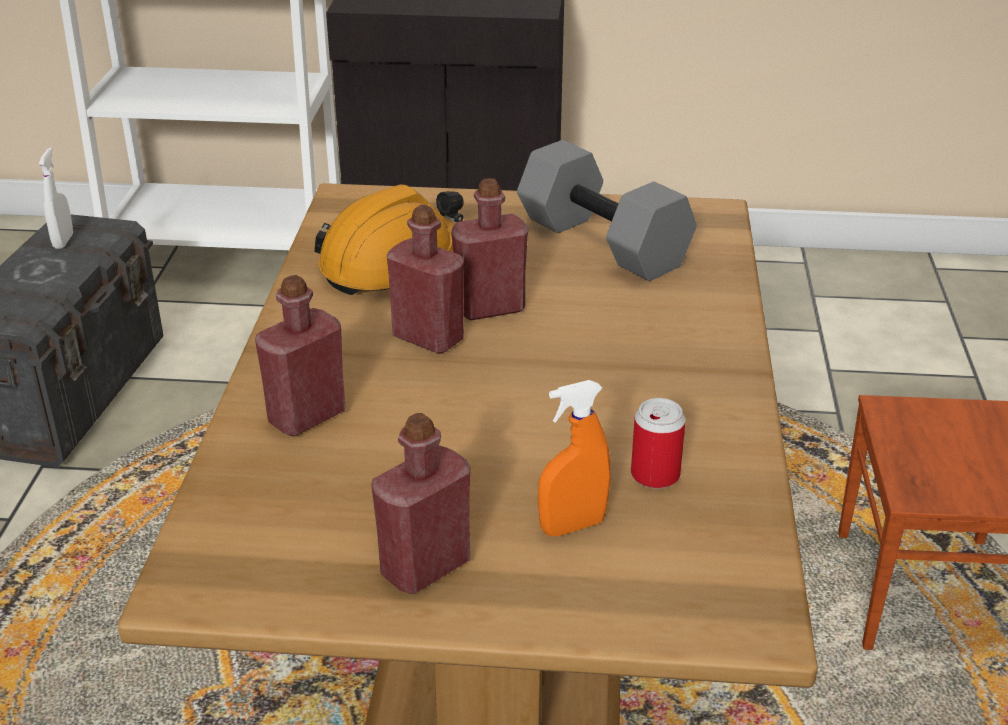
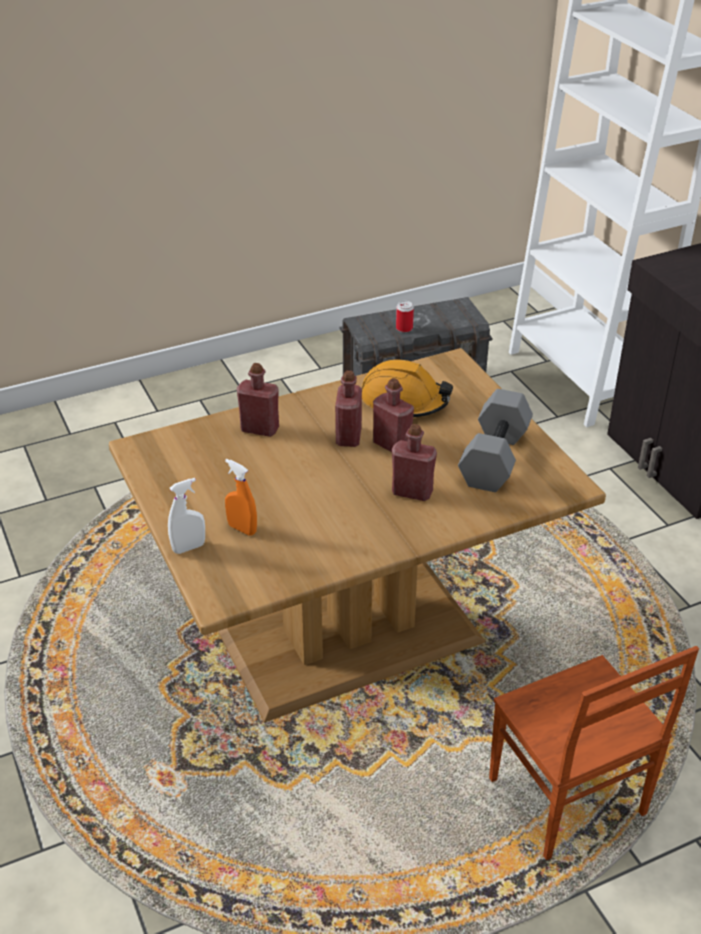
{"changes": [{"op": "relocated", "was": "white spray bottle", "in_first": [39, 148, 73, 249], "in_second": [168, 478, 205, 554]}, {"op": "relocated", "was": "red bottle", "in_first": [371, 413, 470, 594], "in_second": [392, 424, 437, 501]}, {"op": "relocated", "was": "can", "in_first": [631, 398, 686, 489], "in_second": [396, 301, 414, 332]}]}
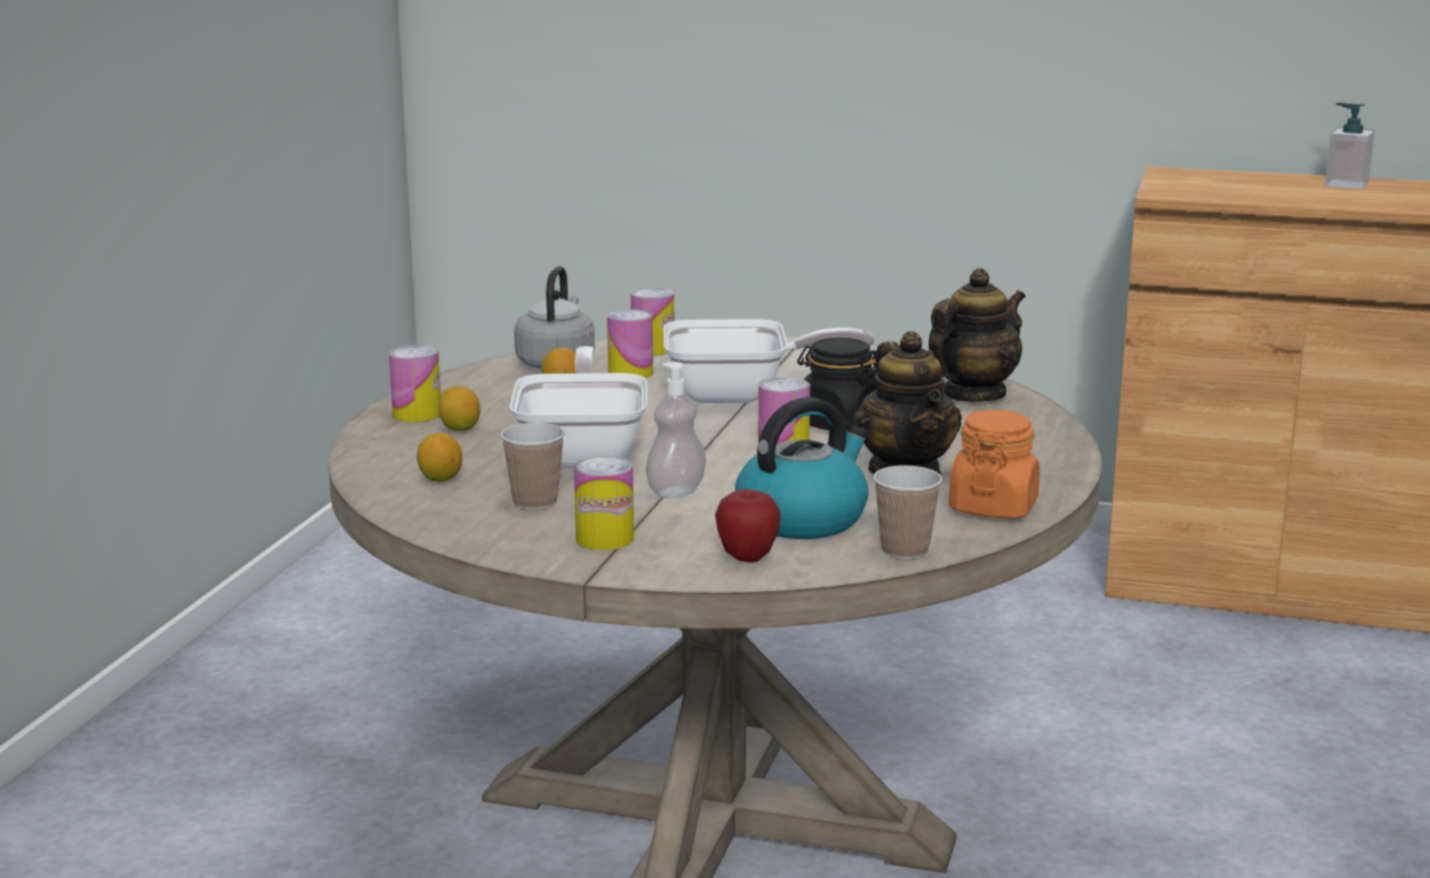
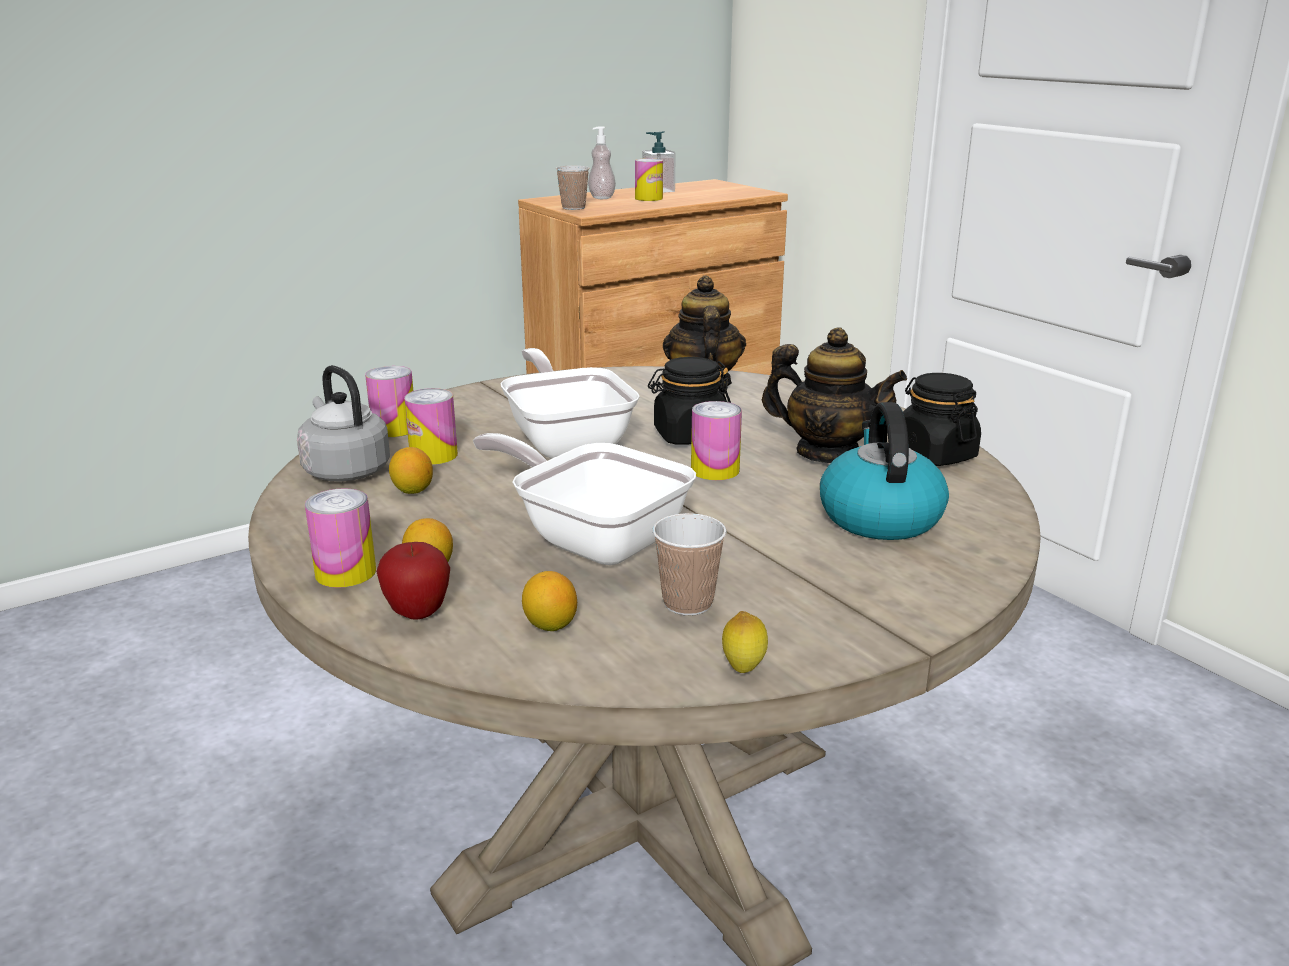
{"changes": [{"op": "relocated", "was": "apple", "in_first": [715, 489, 781, 562], "in_second": [376, 542, 450, 620]}, {"op": "spun", "was": "frying pan", "in_first": [664, 319, 875, 403], "in_second": [500, 348, 640, 459], "clockwise": -60}, {"op": "relocated", "was": "cup", "in_first": [873, 465, 942, 559], "in_second": [556, 166, 590, 210]}, {"op": "relocated", "was": "soap dispenser", "in_first": [645, 362, 707, 498], "in_second": [588, 126, 616, 199]}, {"op": "relocated", "was": "can", "in_first": [574, 456, 634, 550], "in_second": [635, 158, 663, 201]}, {"op": "appeared", "now": "lemon", "in_second": [722, 611, 768, 673]}, {"op": "colour", "was": "orange jar", "now": "black jar", "in_first": [949, 410, 1040, 519], "in_second": [903, 373, 981, 466]}]}
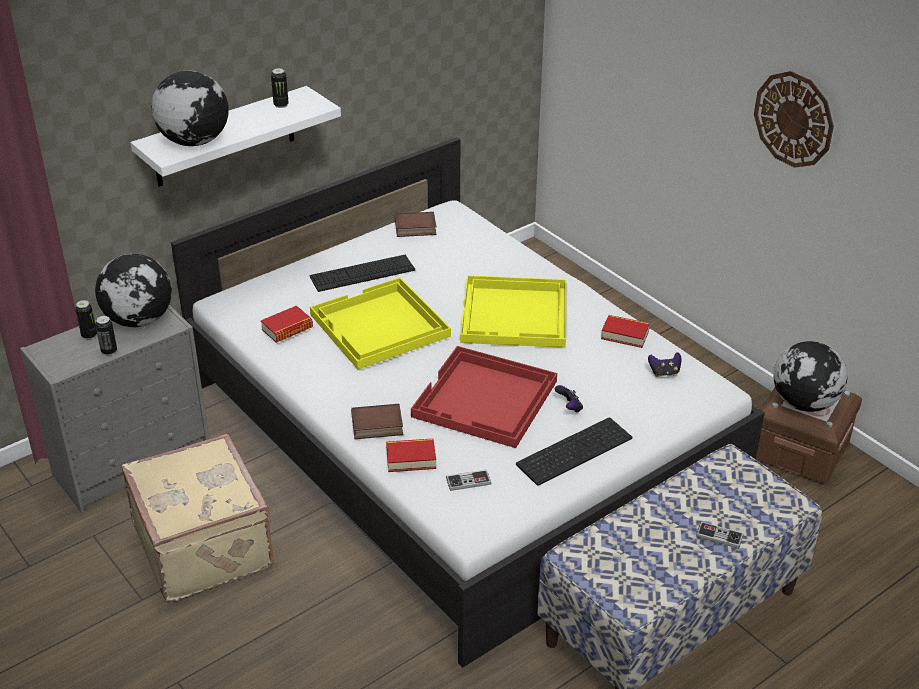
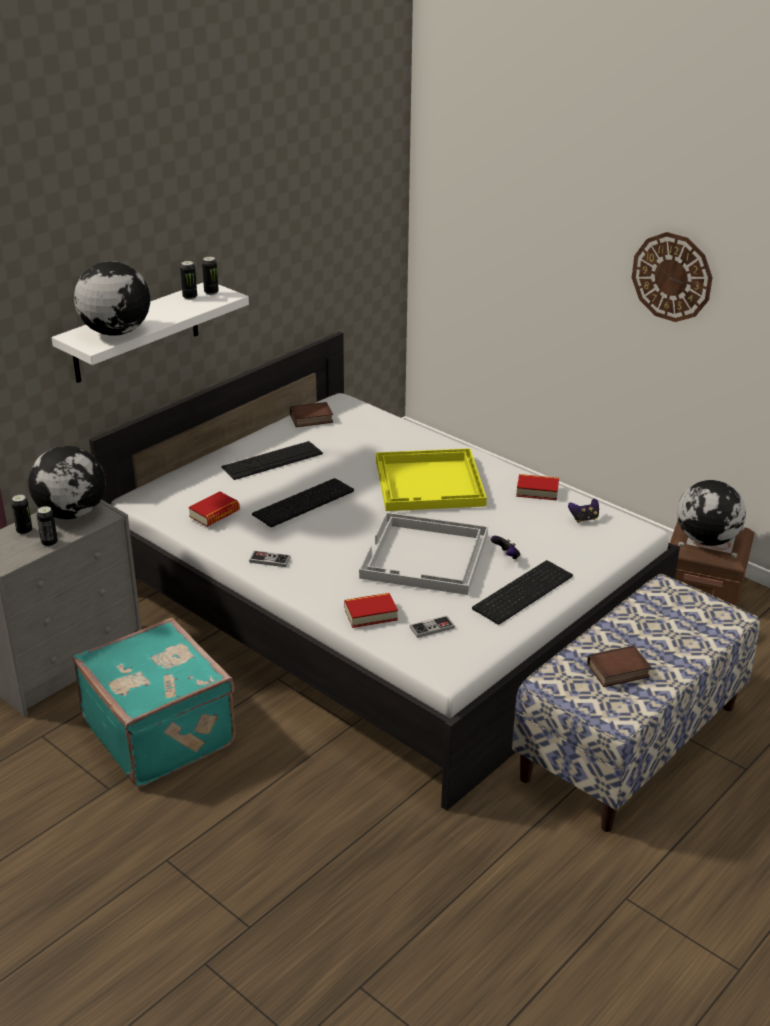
{"changes": [{"op": "colour", "was": "beige suitcase", "now": "turquoise suitcase", "in_first": [122, 434, 274, 602], "in_second": [73, 618, 236, 787]}, {"op": "appeared", "now": "can", "in_second": [202, 257, 219, 295]}, {"op": "relocated", "was": "game controller", "in_first": [696, 522, 744, 549], "in_second": [249, 551, 291, 567]}, {"op": "exchanged", "was": "yellow tray", "now": "keyboard", "in_first": [310, 277, 451, 370], "in_second": [252, 478, 354, 527]}, {"op": "colour", "was": "red tray", "now": "white tray", "in_first": [411, 346, 557, 448], "in_second": [359, 512, 488, 595]}, {"op": "relocated", "was": "book", "in_first": [351, 404, 403, 439], "in_second": [587, 645, 651, 687]}]}
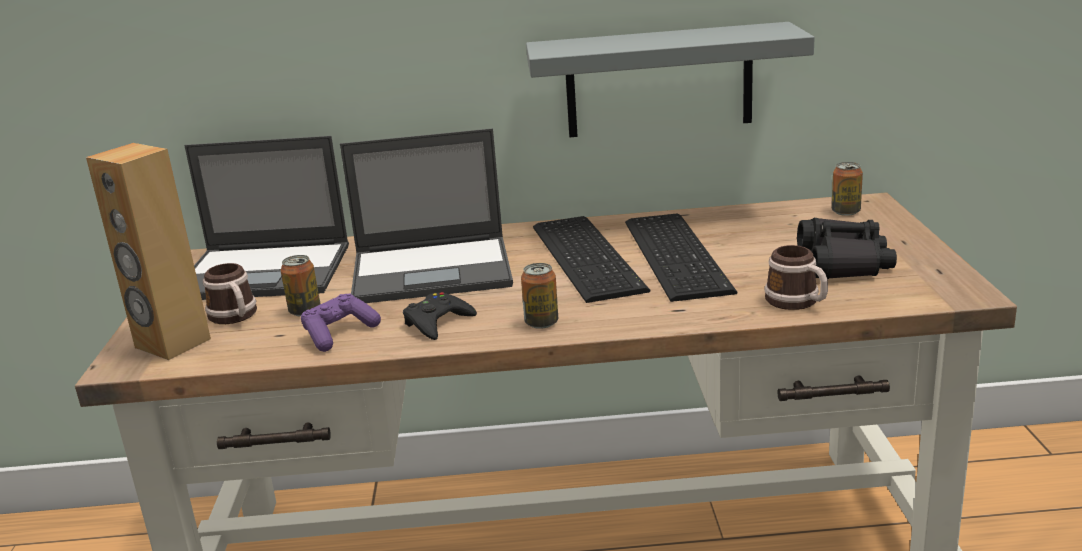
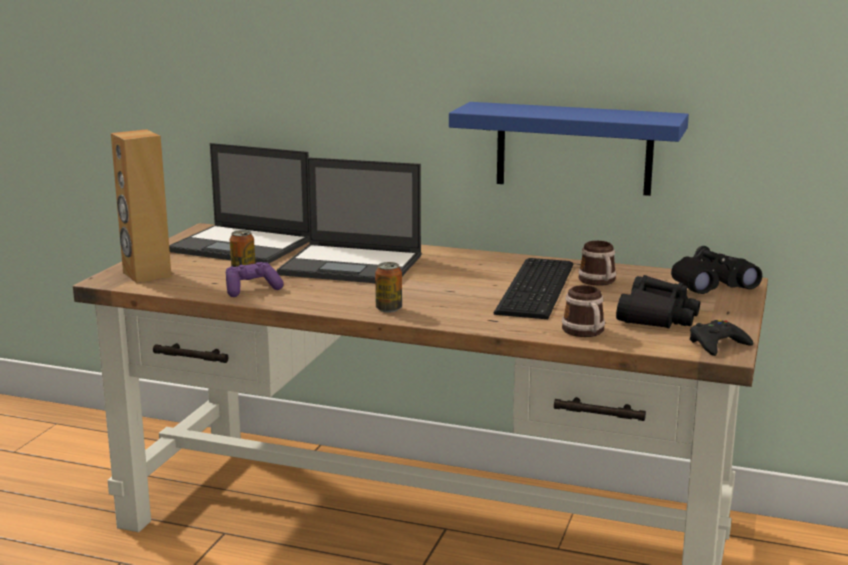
{"changes": [{"op": "colour", "was": "grey shelf", "now": "blue shelf", "in_first": [526, 22, 815, 137], "in_second": [449, 102, 689, 196]}, {"op": "relocated", "was": "mug", "in_first": [203, 263, 257, 324], "in_second": [578, 241, 617, 286]}, {"op": "exchanged", "was": "can", "now": "black binoculars", "in_first": [832, 162, 863, 216], "in_second": [671, 246, 762, 294]}, {"op": "relocated", "was": "black game controller", "in_first": [403, 292, 477, 340], "in_second": [690, 320, 753, 356]}, {"op": "missing", "was": "keyboard", "in_first": [533, 216, 650, 303]}]}
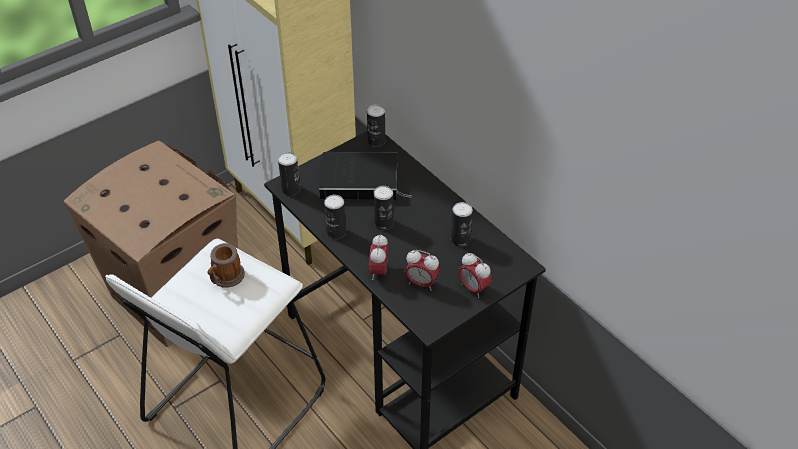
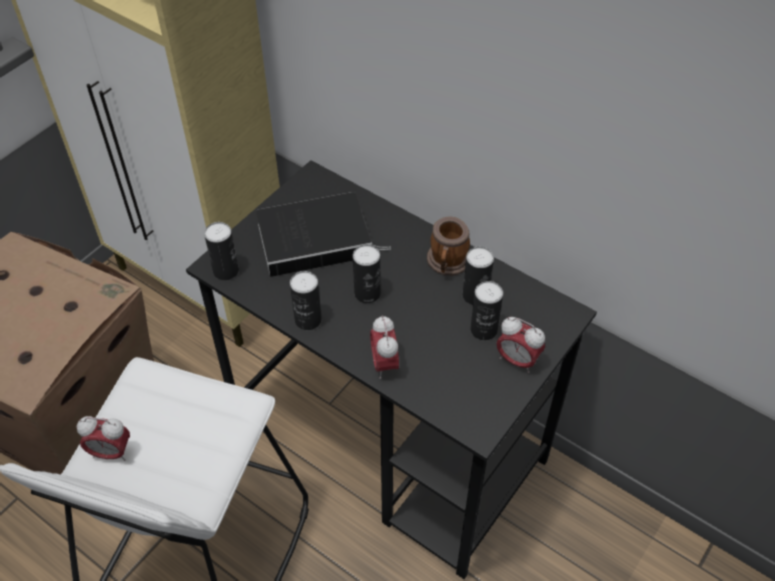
{"changes": [{"op": "relocated", "was": "alarm clock", "in_first": [405, 250, 440, 291], "in_second": [77, 416, 130, 461]}, {"op": "relocated", "was": "mug", "in_first": [208, 243, 245, 288], "in_second": [427, 216, 470, 276]}, {"op": "relocated", "was": "can", "in_first": [367, 105, 385, 147], "in_second": [470, 281, 503, 341]}]}
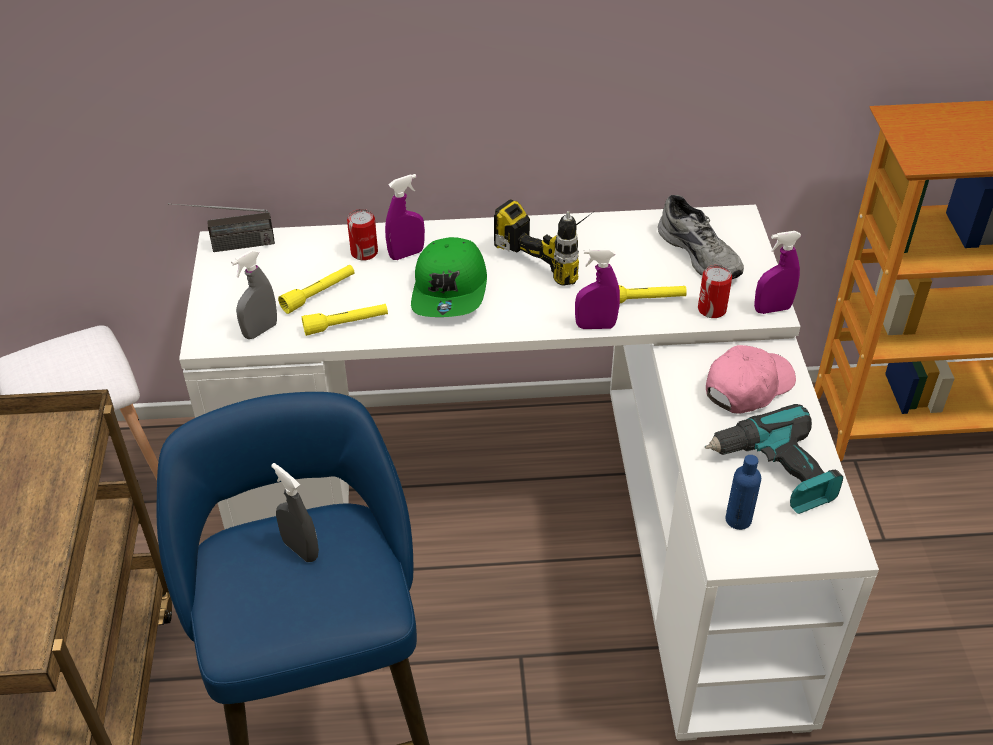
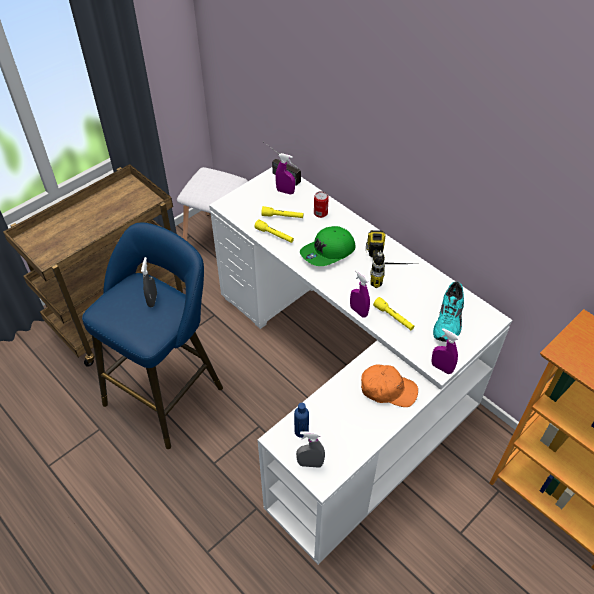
{"changes": [{"op": "relocated", "was": "purple spray bottle", "in_first": [385, 174, 425, 260], "in_second": [275, 153, 295, 194]}, {"op": "relocated", "was": "grey spray bottle", "in_first": [231, 250, 277, 339], "in_second": [296, 431, 325, 468]}, {"op": "colour", "was": "pink cap", "now": "orange cap", "in_first": [706, 345, 796, 414], "in_second": [361, 364, 418, 407]}, {"op": "colour", "was": "grey shoe", "now": "turquoise shoe", "in_first": [658, 195, 744, 279], "in_second": [433, 282, 464, 342]}, {"op": "missing", "was": "can", "in_first": [698, 265, 732, 318]}, {"op": "missing", "was": "power drill", "in_first": [705, 404, 843, 514]}]}
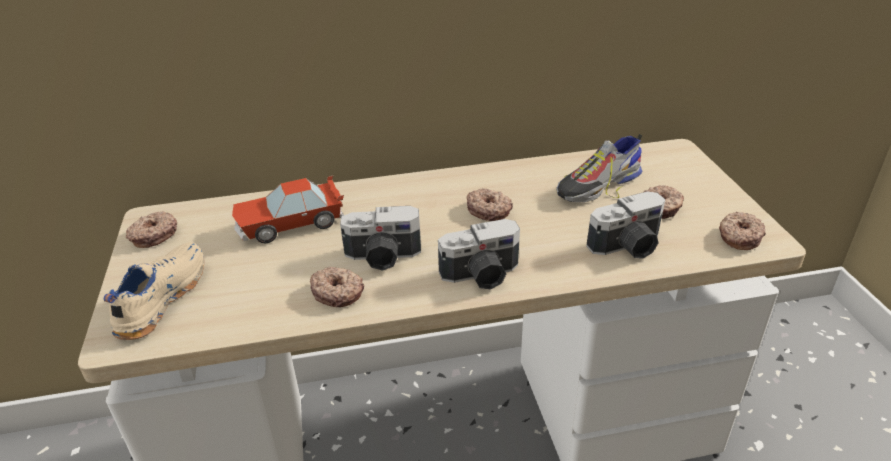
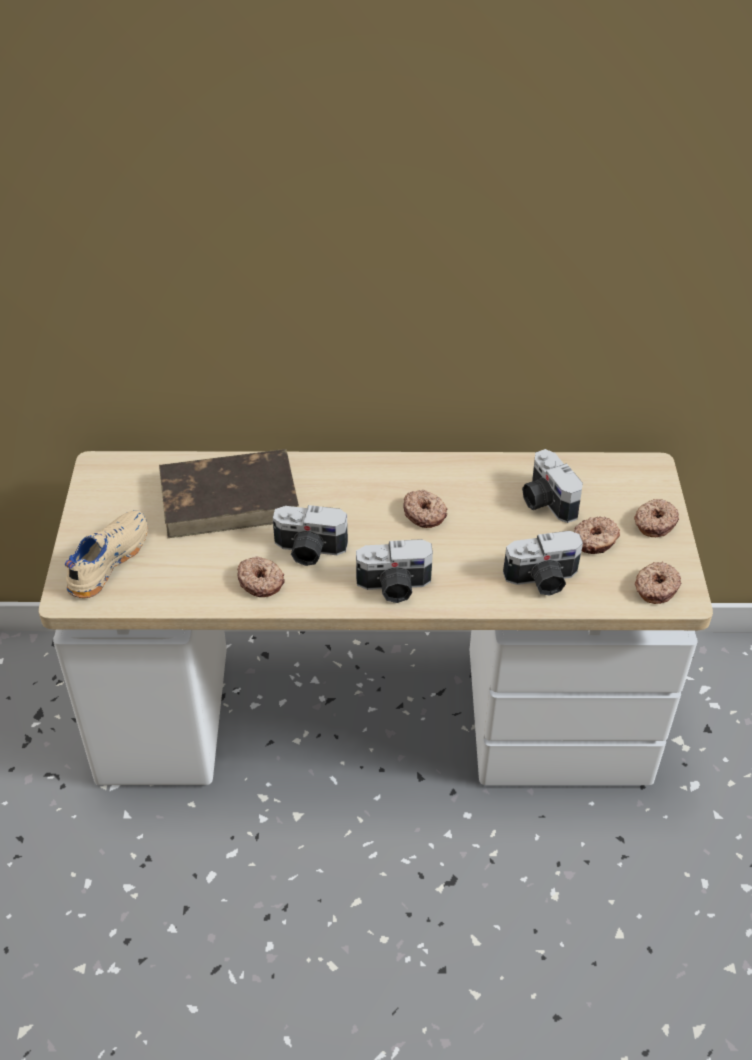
{"changes": [{"op": "exchanged", "was": "toy car", "now": "brown book", "in_first": [232, 176, 344, 243], "in_second": [159, 449, 299, 538]}, {"op": "exchanged", "was": "shoe", "now": "photo camera", "in_first": [556, 134, 642, 202], "in_second": [522, 449, 583, 523]}, {"op": "relocated", "was": "donut", "in_first": [126, 211, 177, 248], "in_second": [634, 499, 679, 537]}]}
